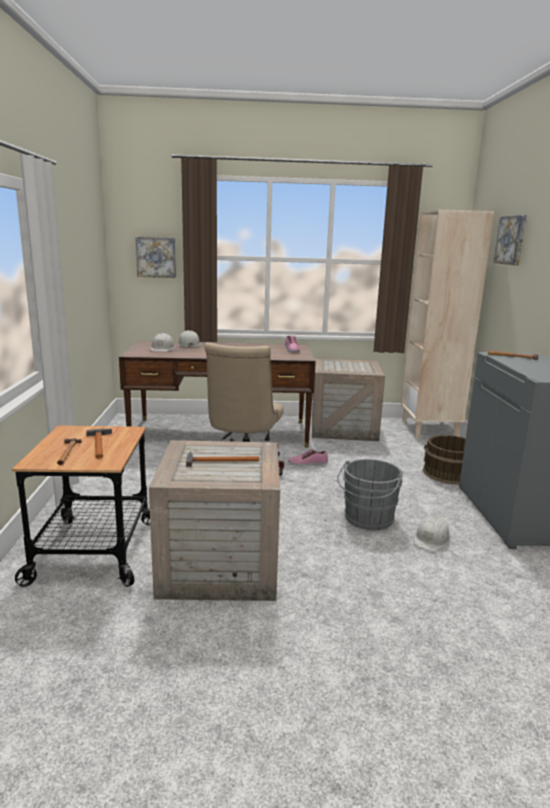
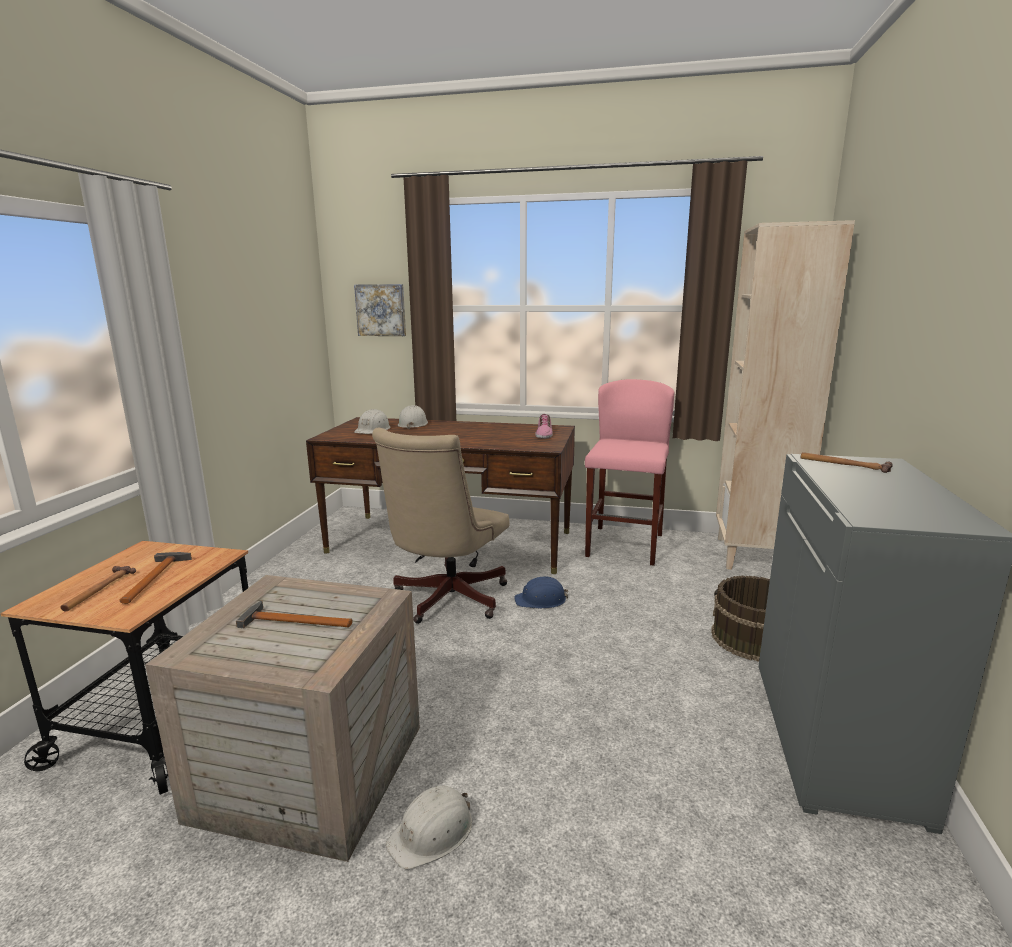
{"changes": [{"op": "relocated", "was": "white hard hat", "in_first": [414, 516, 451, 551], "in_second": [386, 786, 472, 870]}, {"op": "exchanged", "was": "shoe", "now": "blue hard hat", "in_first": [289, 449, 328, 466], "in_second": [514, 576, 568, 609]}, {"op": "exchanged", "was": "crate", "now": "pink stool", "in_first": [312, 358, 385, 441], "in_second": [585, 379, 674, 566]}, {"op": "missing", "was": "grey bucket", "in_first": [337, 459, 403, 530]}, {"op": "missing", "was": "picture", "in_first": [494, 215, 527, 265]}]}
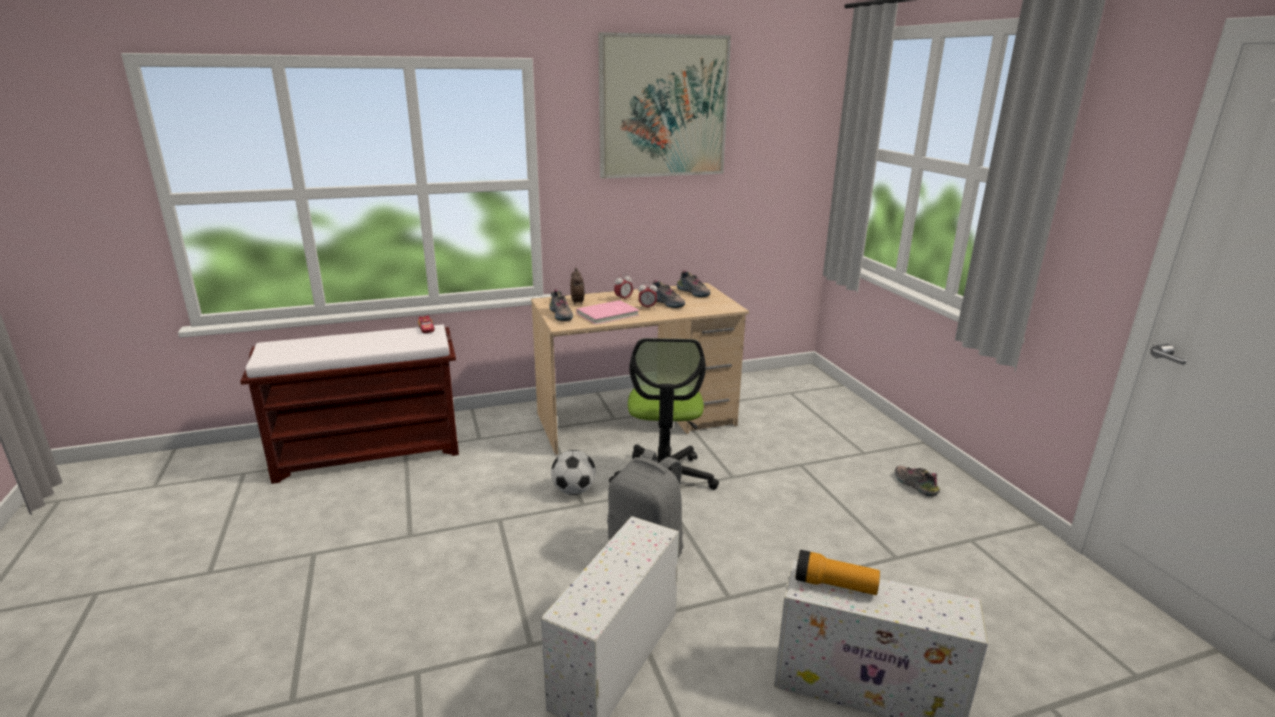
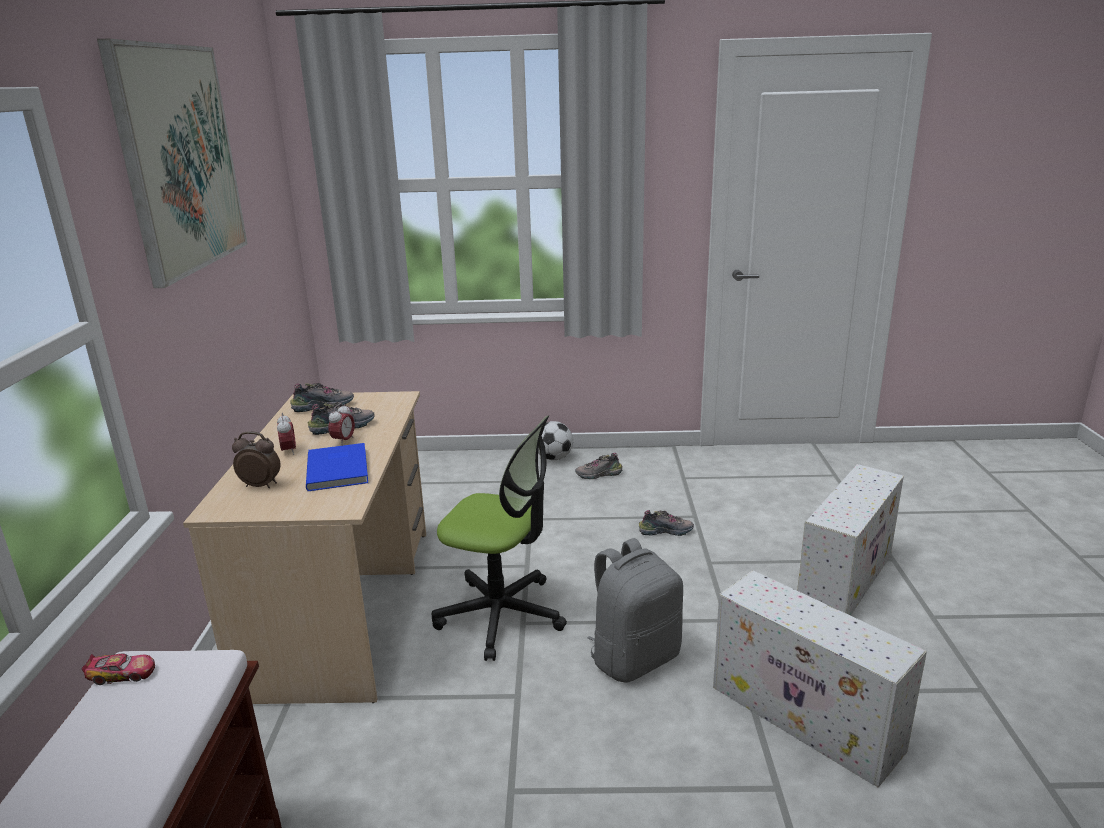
{"changes": [{"op": "colour", "was": "pink book", "now": "blue book", "in_first": [576, 300, 640, 325], "in_second": [306, 443, 368, 491]}, {"op": "relocated", "was": "football", "in_first": [551, 450, 596, 495], "in_second": [538, 421, 573, 460]}, {"op": "relocated", "was": "shoe", "in_first": [549, 289, 573, 321], "in_second": [639, 510, 694, 536]}, {"op": "missing", "was": "flashlight", "in_first": [795, 550, 880, 595]}]}
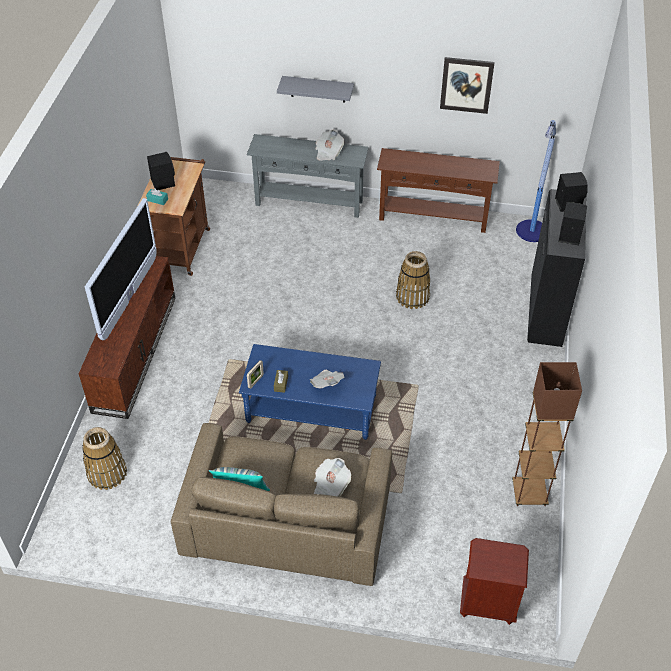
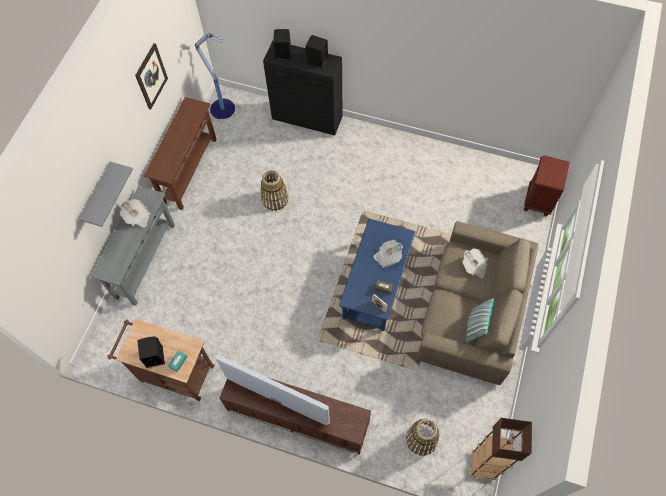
{"changes": [{"op": "relocated", "was": "brown floor lamp", "in_first": [512, 362, 582, 506], "in_second": [470, 418, 532, 480]}]}
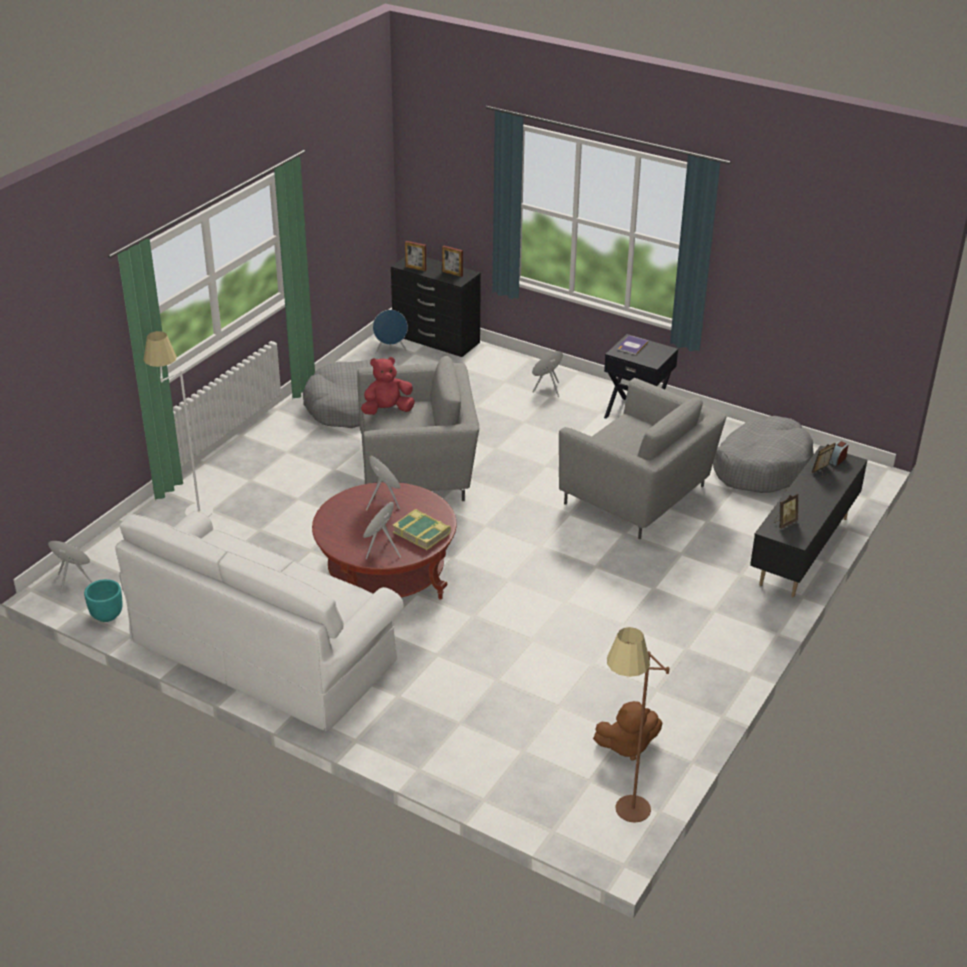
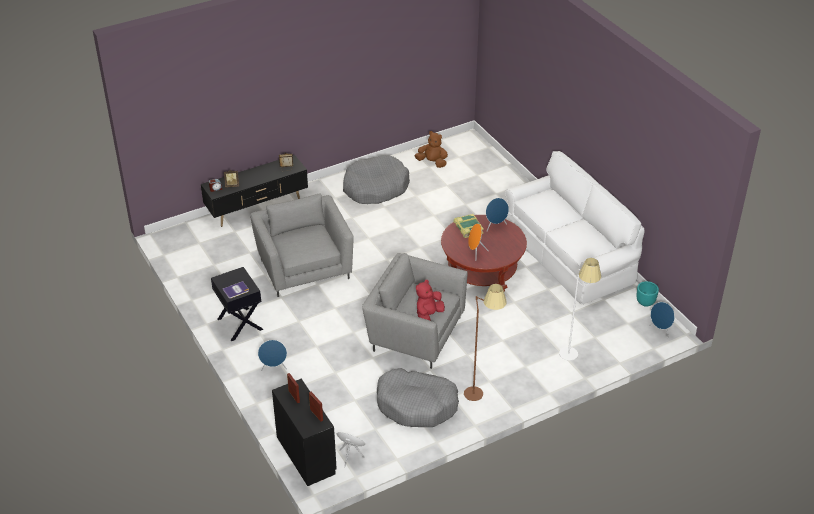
{"changes": [{"op": "relocated", "was": "grey dog bed", "in_first": [713, 416, 814, 493], "in_second": [343, 155, 410, 204]}, {"op": "spun", "was": "red plush toy", "in_first": [361, 357, 415, 415], "in_second": [416, 280, 445, 320], "clockwise": 120}, {"op": "relocated", "was": "brown floor lamp", "in_first": [607, 627, 670, 823], "in_second": [464, 284, 507, 401]}]}
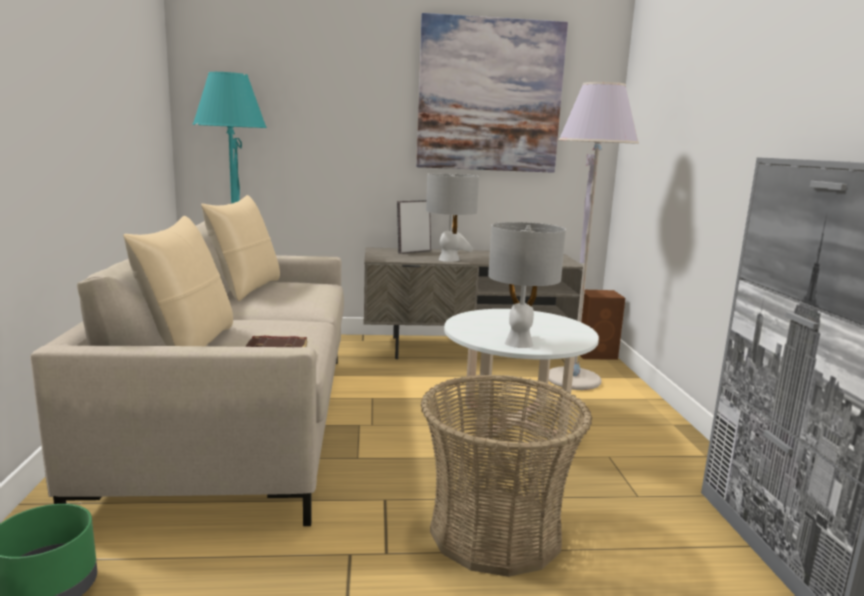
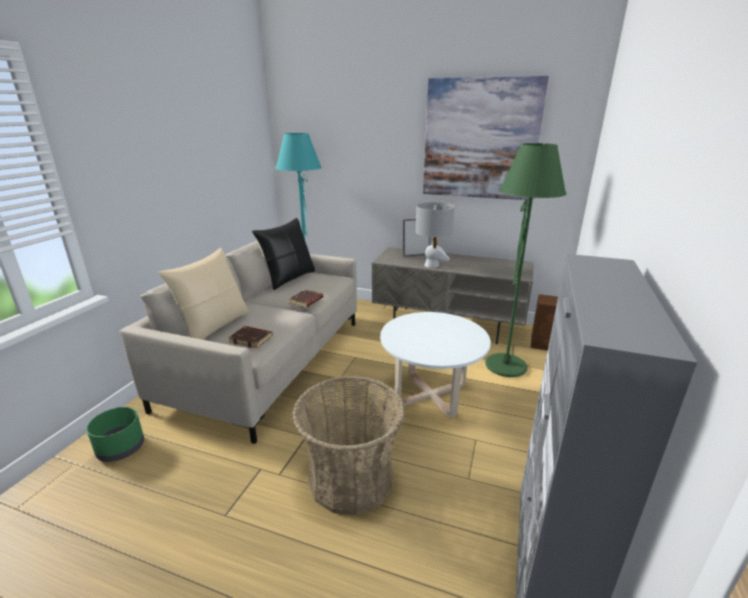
{"changes": [{"op": "colour", "was": "beige pillow", "now": "black pillow", "in_first": [201, 195, 280, 301], "in_second": [252, 218, 315, 290]}, {"op": "appeared", "now": "brown book", "in_second": [288, 290, 323, 308]}, {"op": "colour", "was": "grey floor lamp", "now": "green floor lamp", "in_first": [549, 82, 639, 390], "in_second": [485, 143, 566, 377]}, {"op": "missing", "was": "grey table lamp", "in_first": [488, 222, 566, 348]}]}
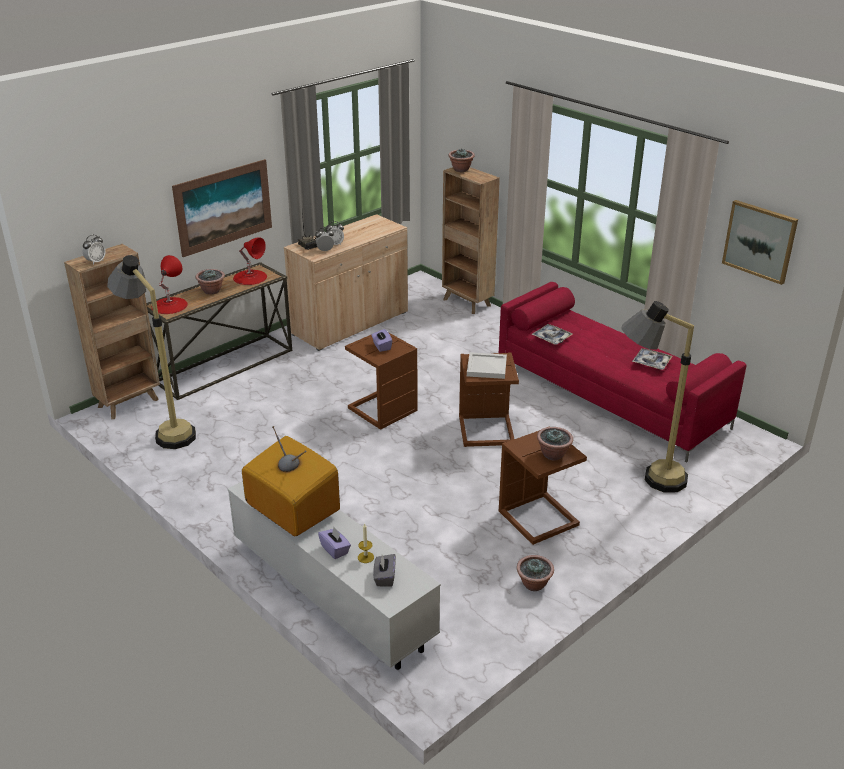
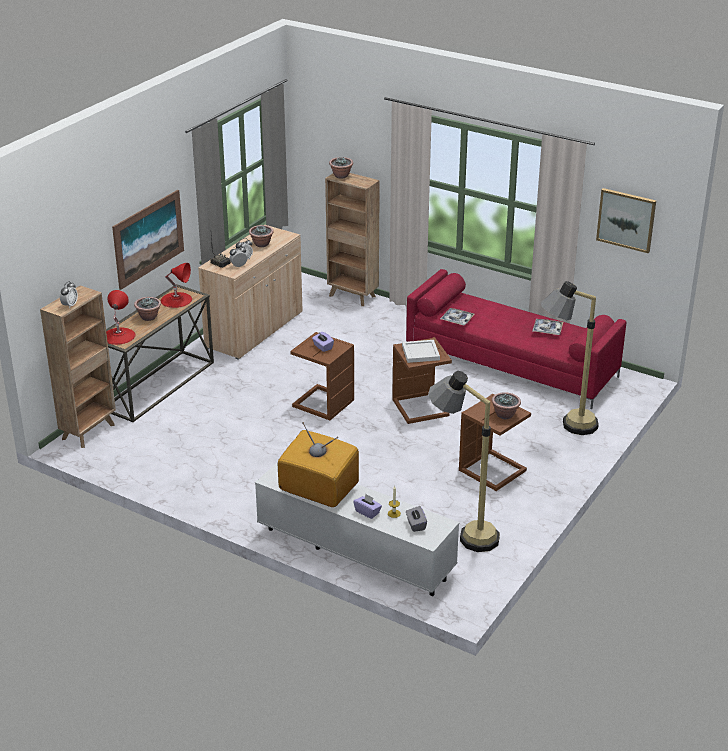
{"changes": [{"op": "relocated", "was": "potted plant", "in_first": [517, 555, 554, 591], "in_second": [249, 225, 274, 247]}, {"op": "relocated", "was": "floor lamp", "in_first": [107, 255, 196, 449], "in_second": [428, 371, 500, 552]}]}
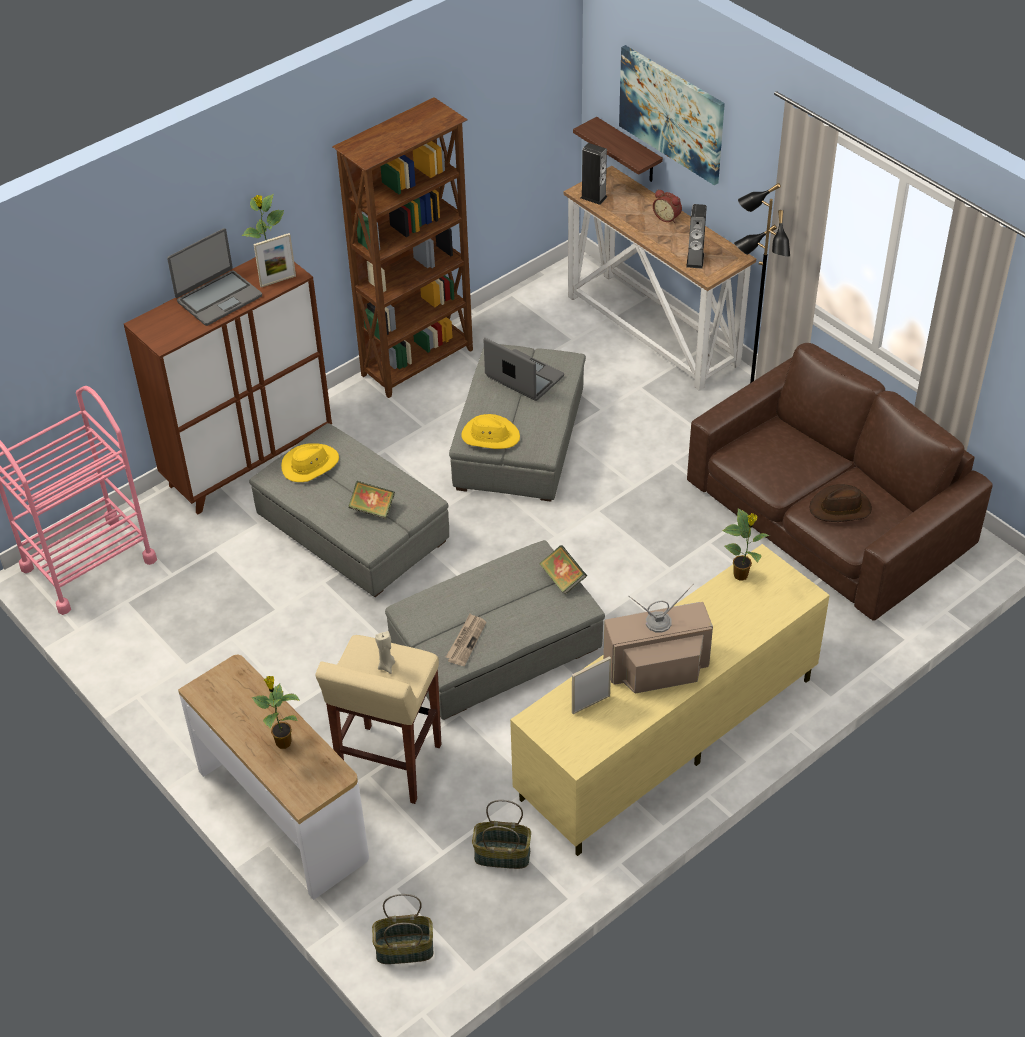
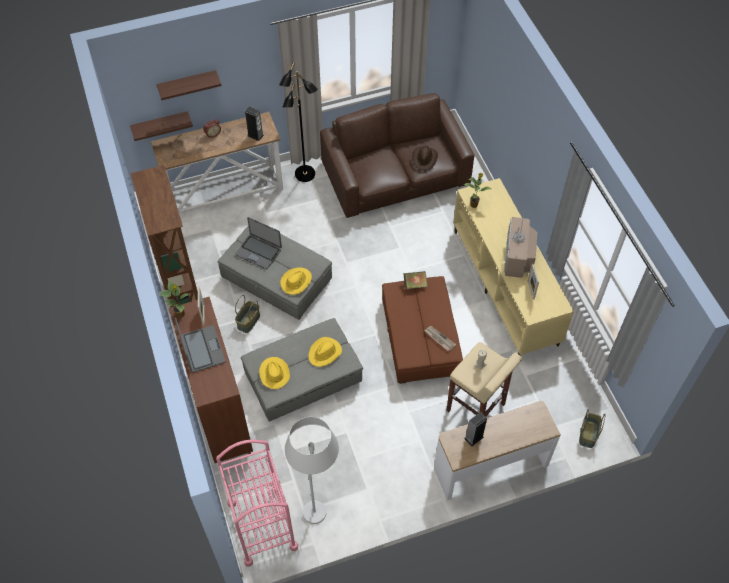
{"changes": [{"op": "exchanged", "was": "picture", "now": "shelf", "in_first": [619, 45, 725, 185], "in_second": [157, 70, 222, 100]}, {"op": "spun", "was": "laptop", "in_first": [484, 338, 564, 401], "in_second": [235, 217, 282, 270], "clockwise": -120}, {"op": "relocated", "was": "basket", "in_first": [472, 800, 531, 869], "in_second": [235, 295, 260, 333]}, {"op": "appeared", "now": "white floor lamp", "in_second": [285, 417, 339, 524]}, {"op": "exchanged", "was": "book", "now": "yellow hat", "in_first": [348, 481, 395, 519], "in_second": [308, 337, 342, 367]}, {"op": "colour", "was": "grey ottoman", "now": "brown ottoman", "in_first": [385, 540, 605, 720], "in_second": [382, 276, 463, 384]}, {"op": "relocated", "was": "speaker", "in_first": [581, 143, 607, 205], "in_second": [464, 412, 487, 447]}, {"op": "missing", "was": "potted plant", "in_first": [251, 676, 301, 749]}]}
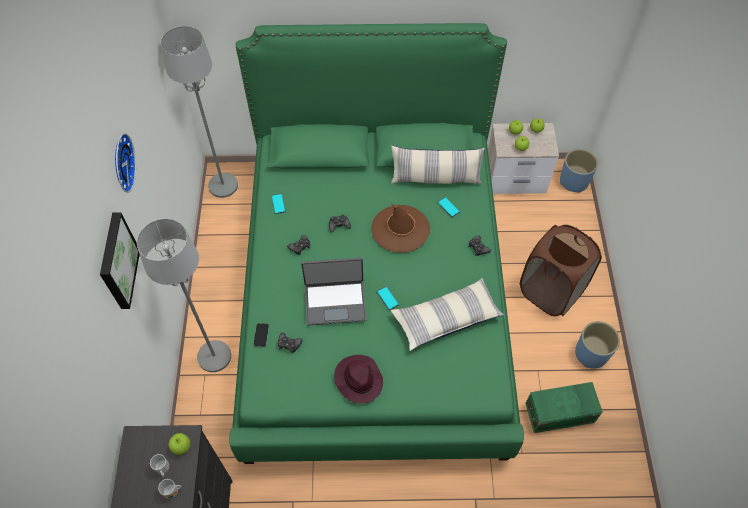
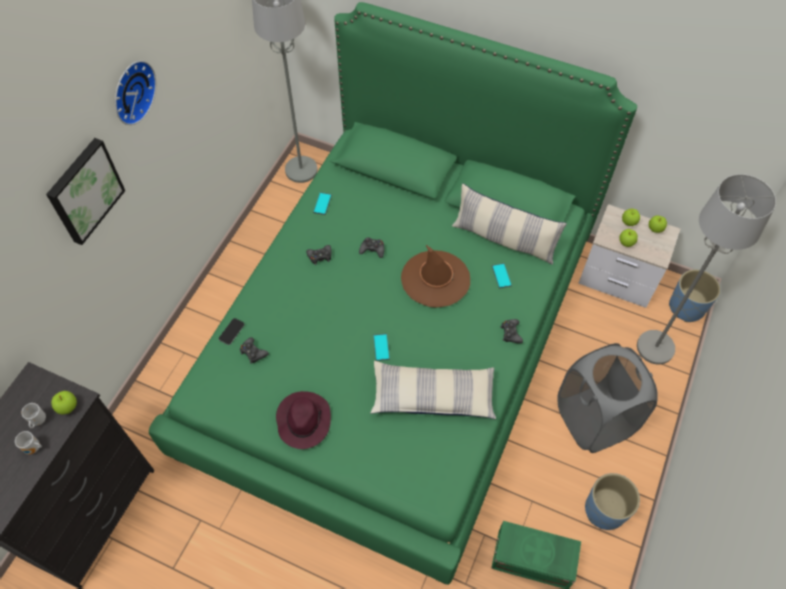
{"changes": [{"op": "colour", "was": "brown laundry basket", "now": "grey laundry basket", "in_first": [520, 225, 602, 316], "in_second": [557, 343, 658, 453]}, {"op": "relocated", "was": "grey floor lamp", "in_first": [137, 219, 231, 372], "in_second": [637, 174, 776, 364]}, {"op": "missing", "was": "laptop", "in_first": [301, 258, 367, 326]}]}
